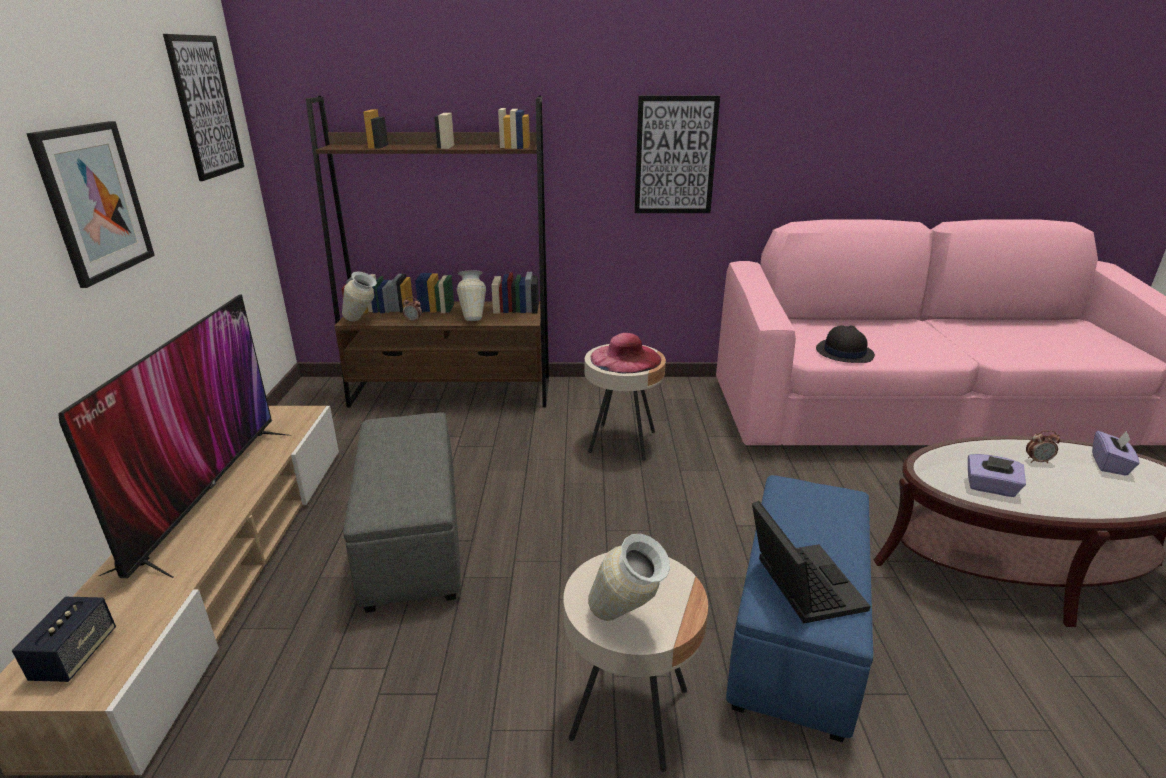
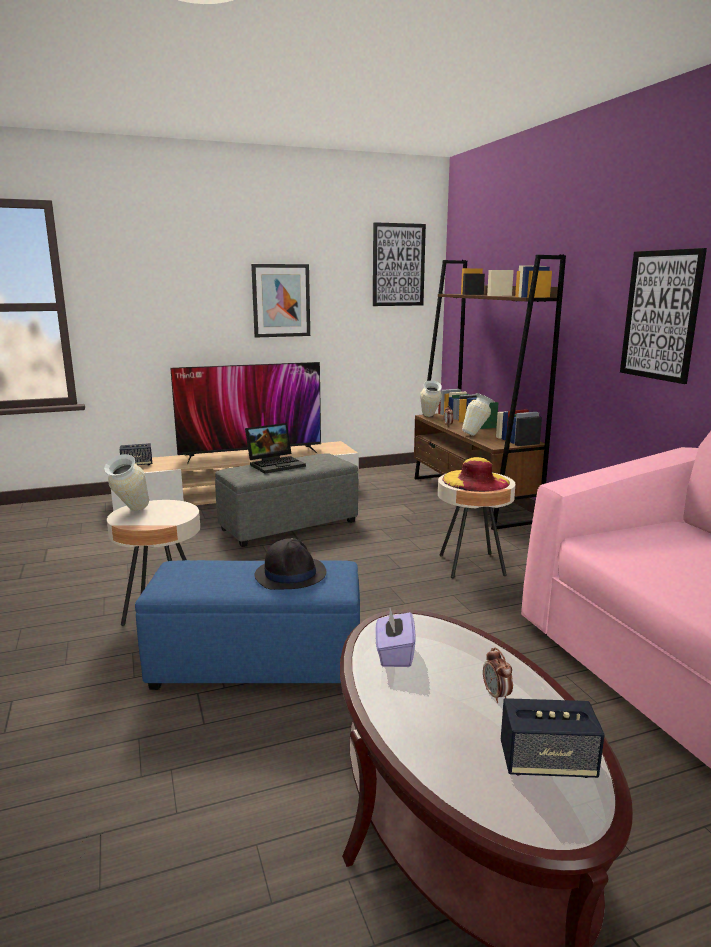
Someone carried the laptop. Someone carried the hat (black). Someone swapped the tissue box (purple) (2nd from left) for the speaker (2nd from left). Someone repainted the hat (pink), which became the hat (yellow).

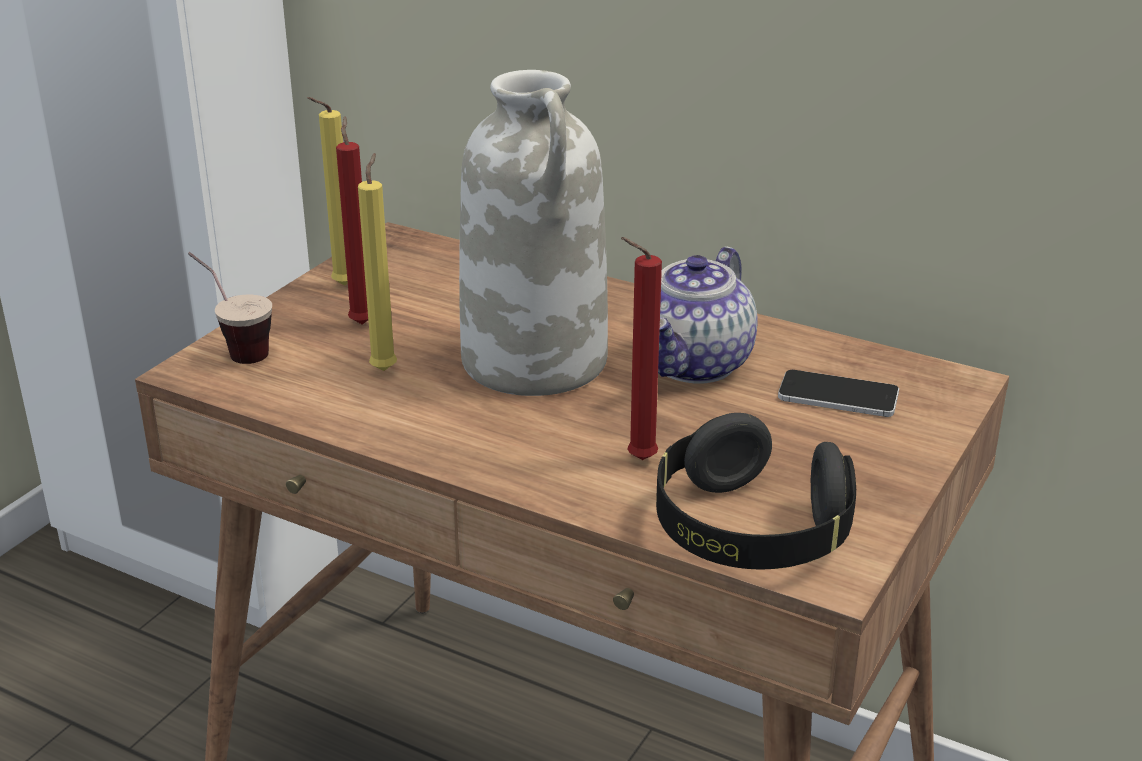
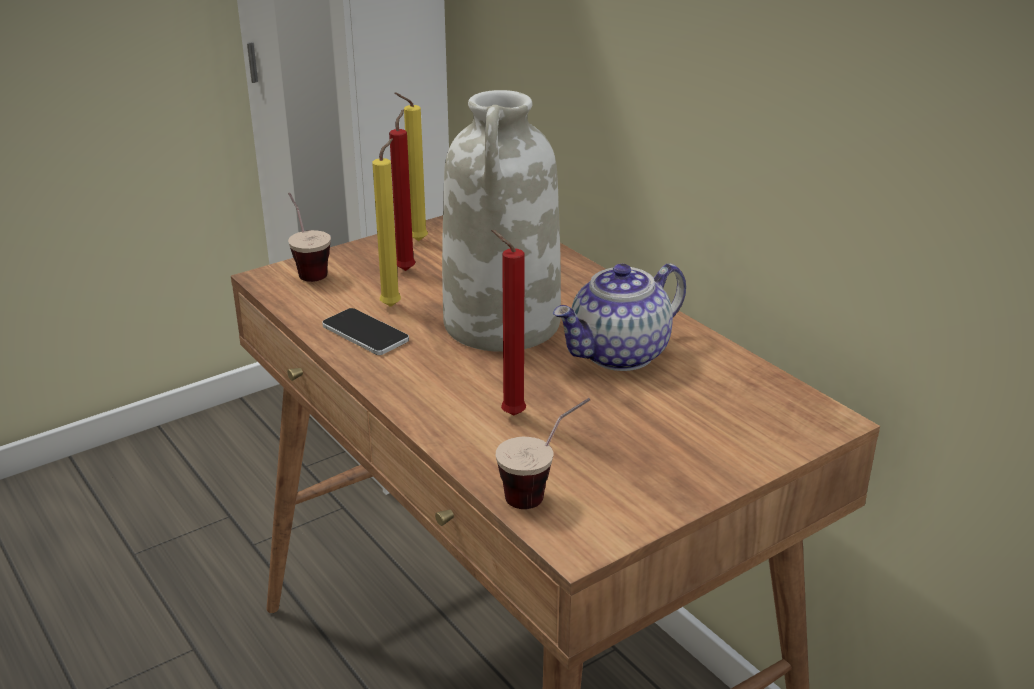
Someone carried the phone. Someone swapped the headphones (black) for the cup (2nd from left).

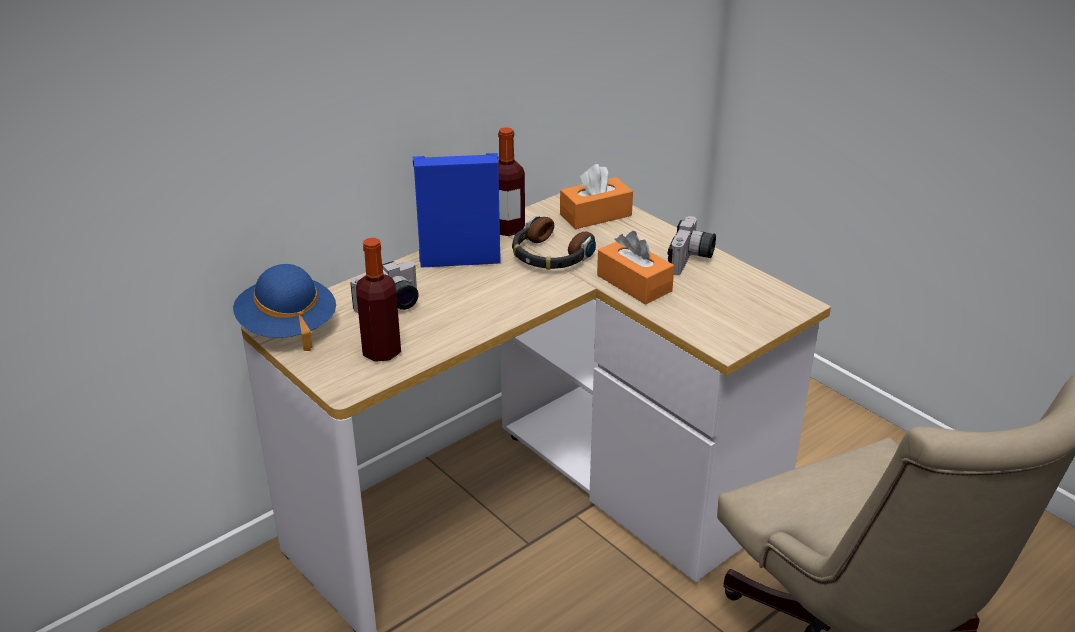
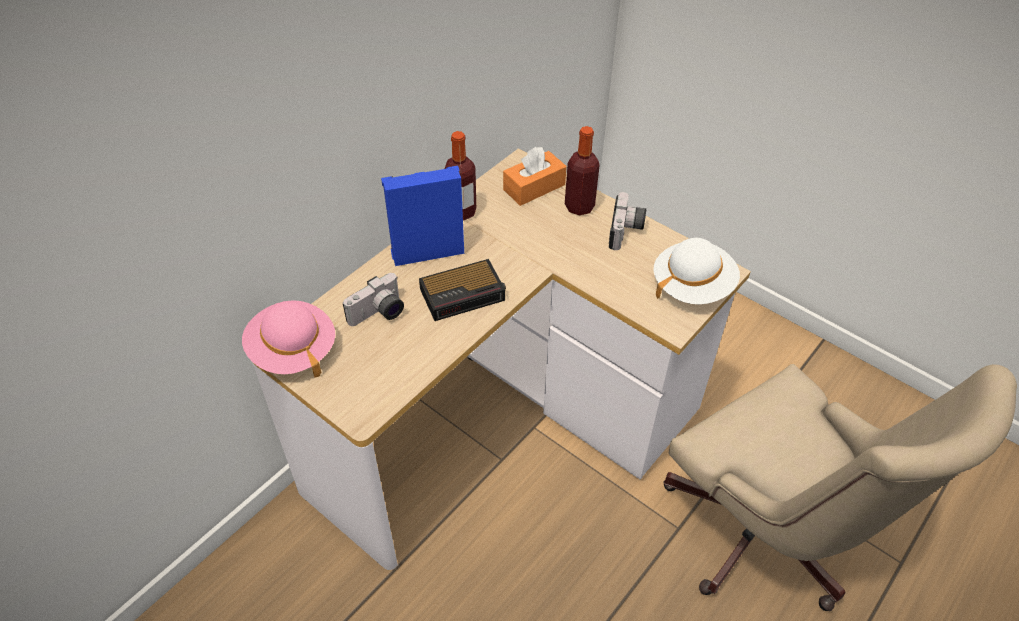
Someone took away the headphones. Someone took away the tissue box (orange) (2nd from left). Someone put down the alarm clock. Someone put down the hat (white). Someone carried the bottle (1st from left in the first image). Someone repainted the hat (blue), which became the hat (pink).

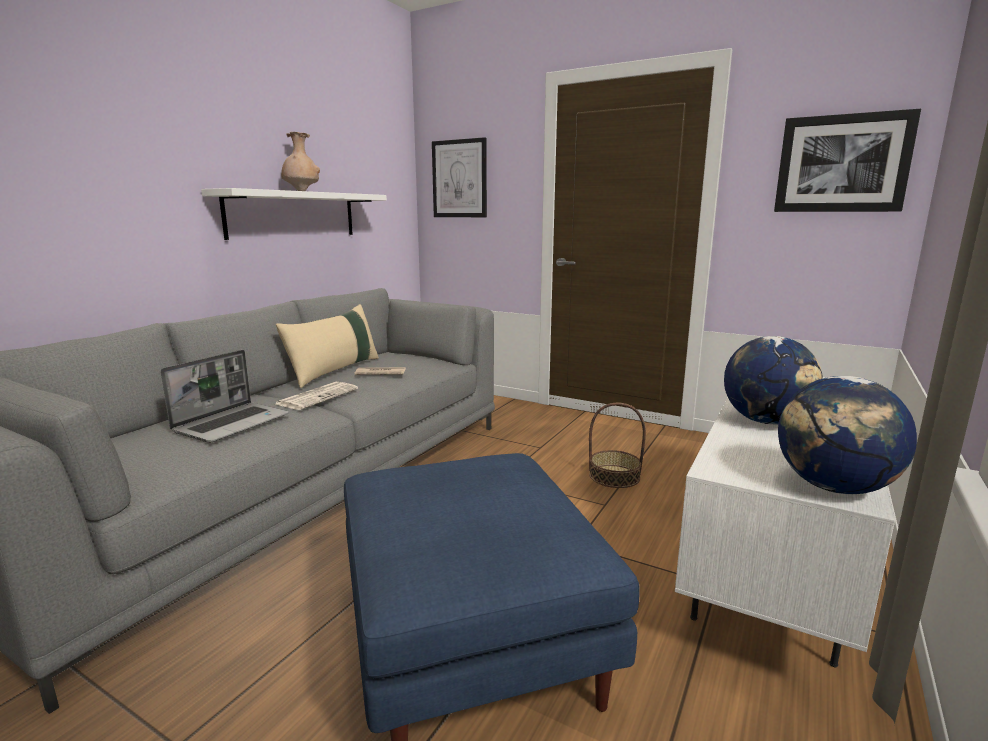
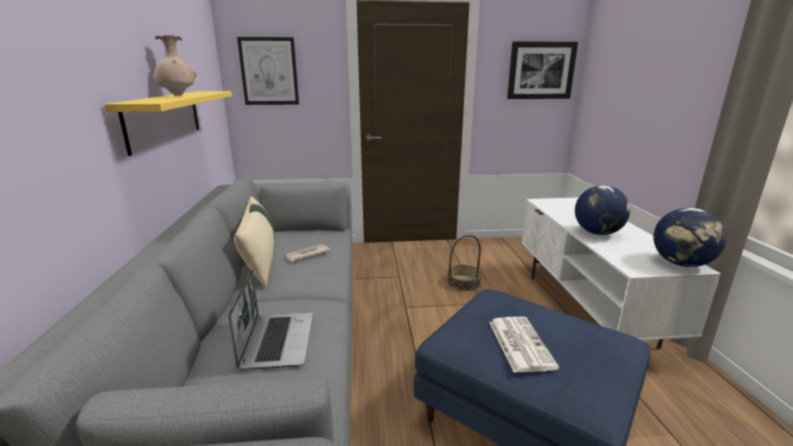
Someone carried the newspaper (1st from left in the first image). Someone repainted the shelf (white), which became the shelf (yellow).

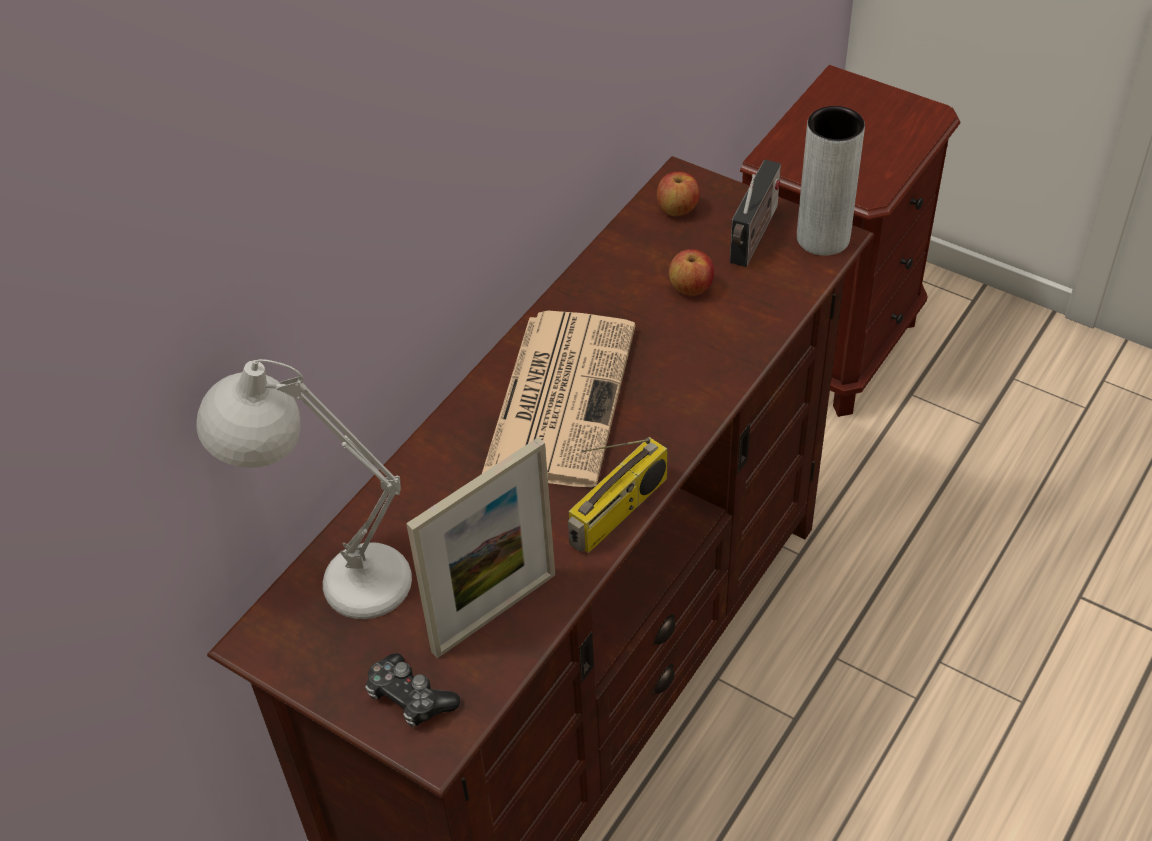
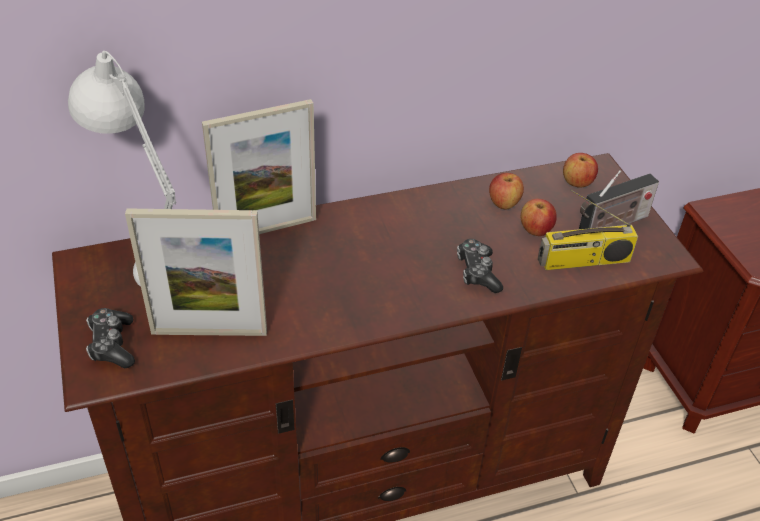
Someone took away the newspaper. Someone took away the vase (grey). Someone put down the picture frame (2nd from left). Someone put down the game controller (2nd from left). Someone put down the apple (1st from left). Someone carried the radio (1st from left).

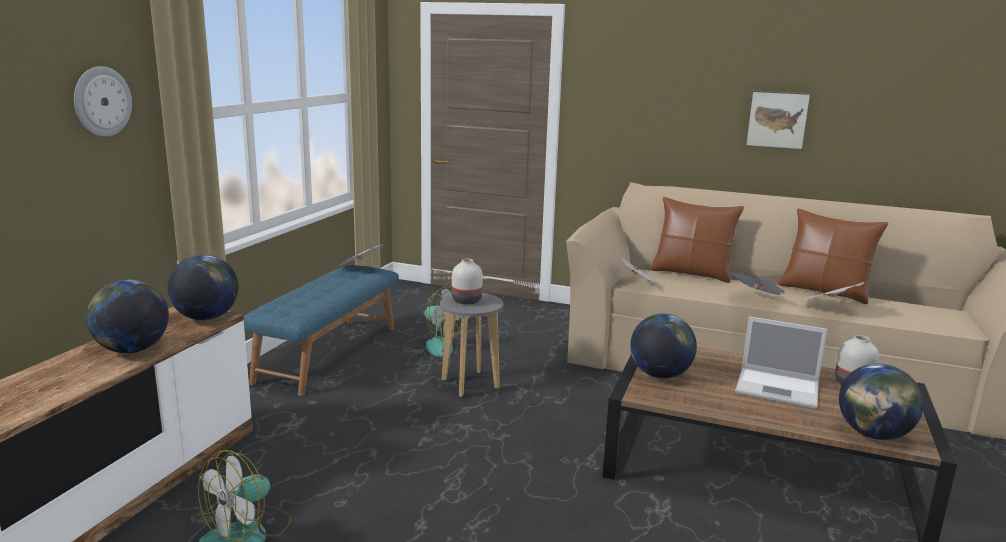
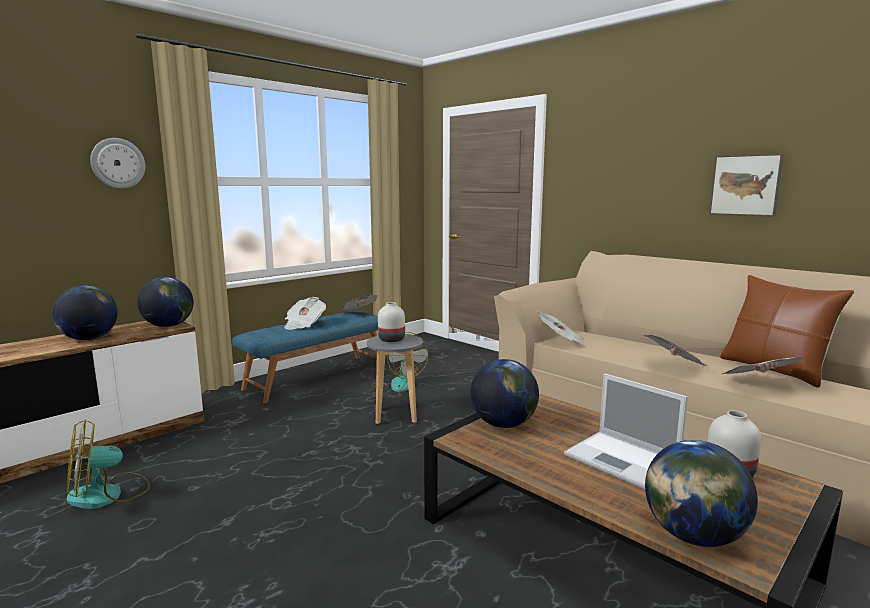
Someone took away the pillow (brown) (1st from left). Someone put down the newspaper (1st from left).

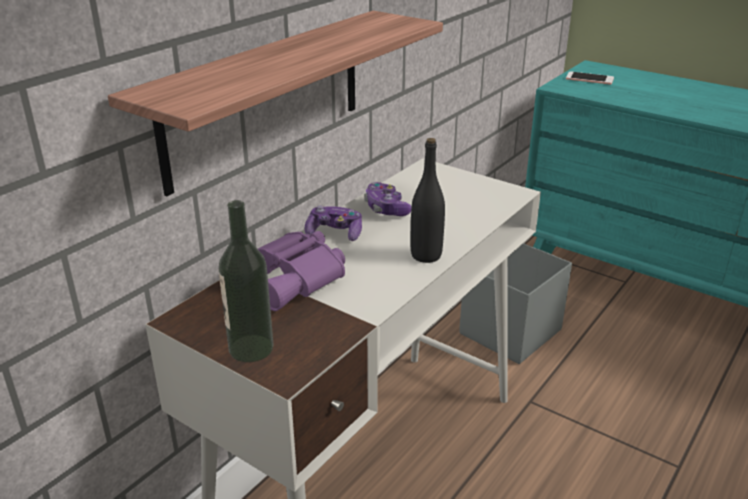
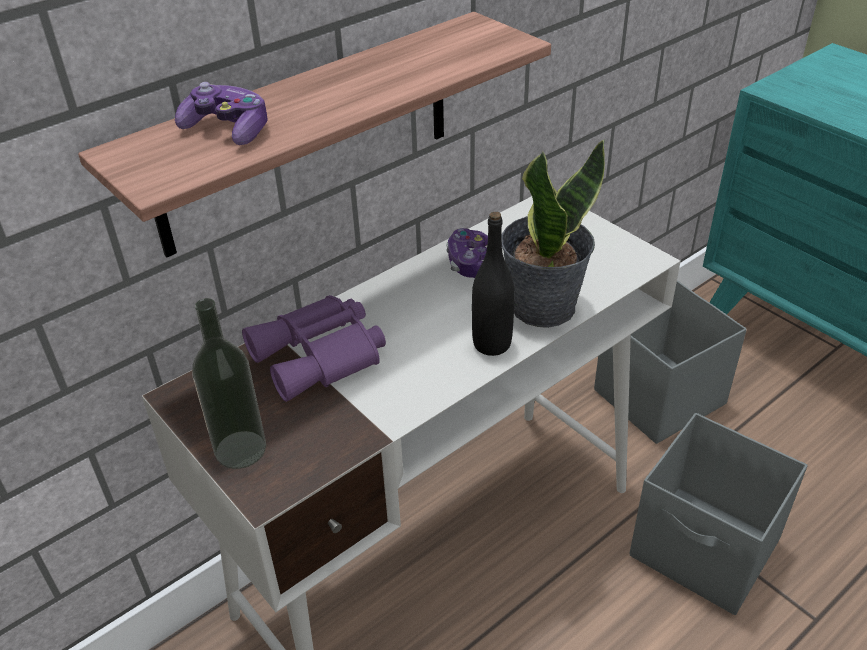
Someone took away the phone. Someone put down the potted plant. Someone put down the storage box (grey) (2nd from left). Someone carried the game controller (1st from left).

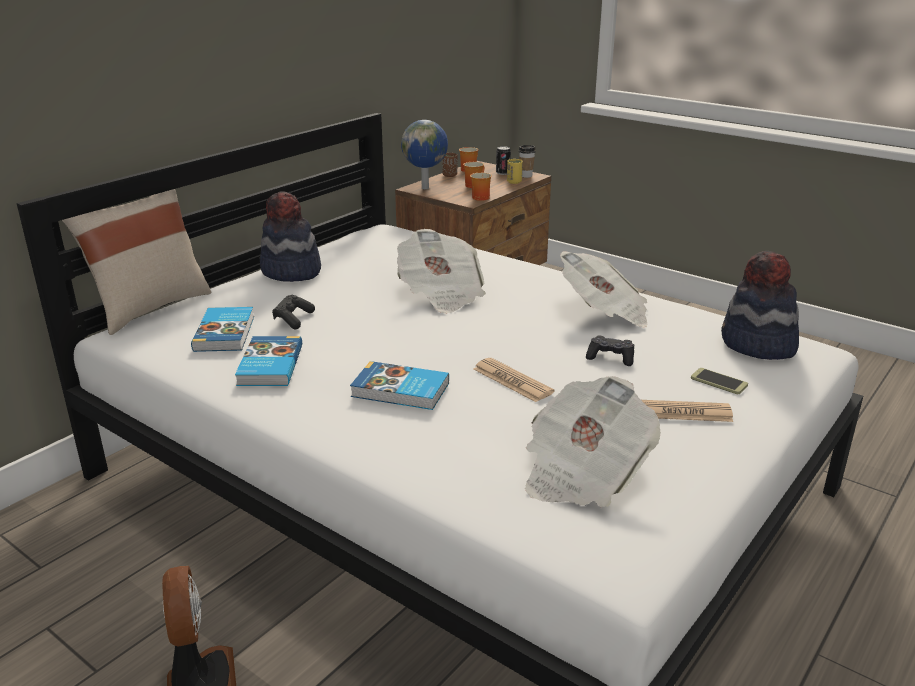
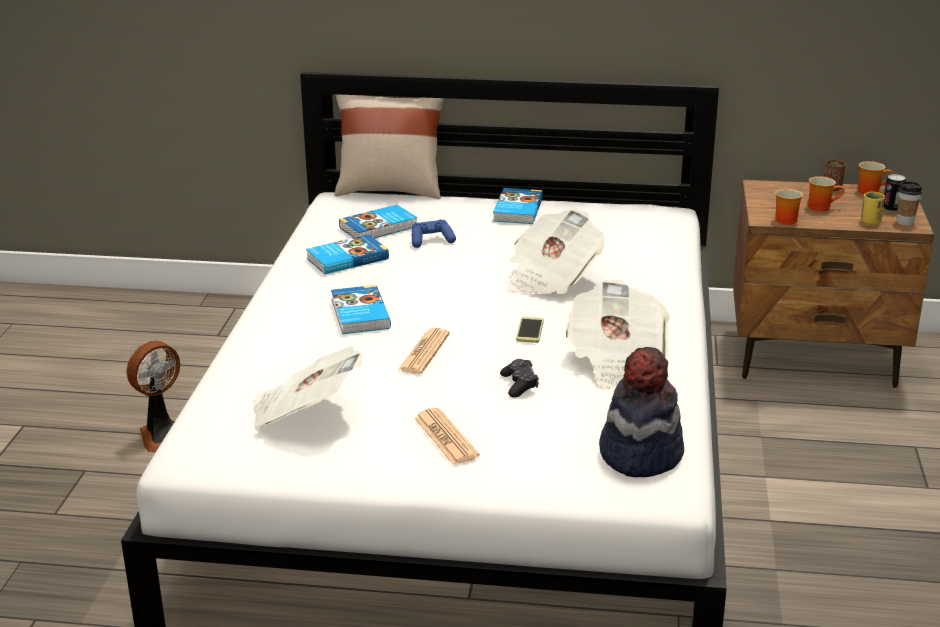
Someone took away the globe. Someone carried the phone. Someone swapped the hat (1st from left) for the book (4th from left). Someone repainted the game controller (black) (1st from left), which became the game controller (blue).

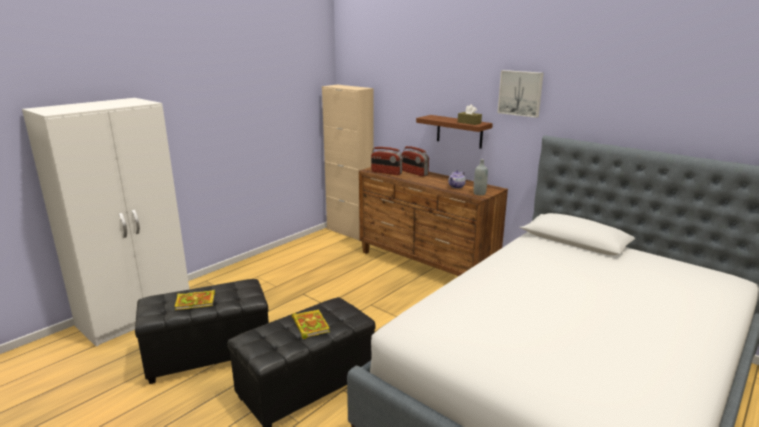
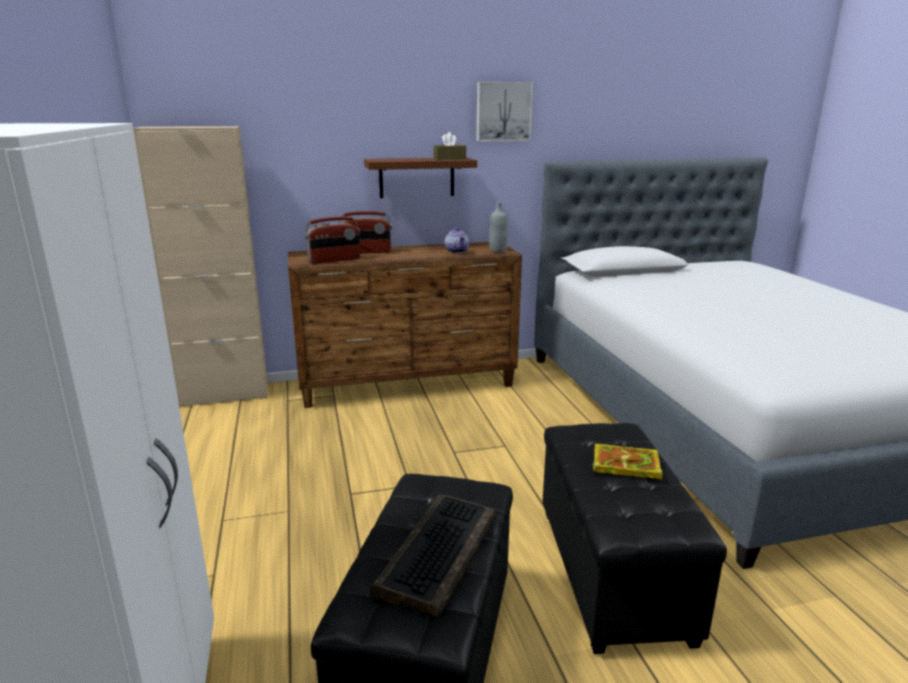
Someone swapped the book (1st from left) for the keyboard.

